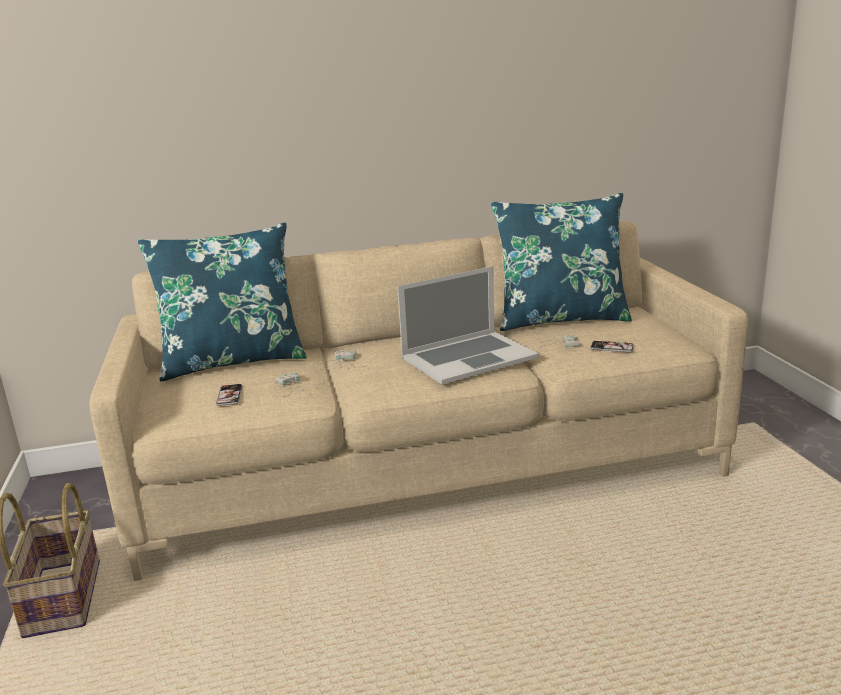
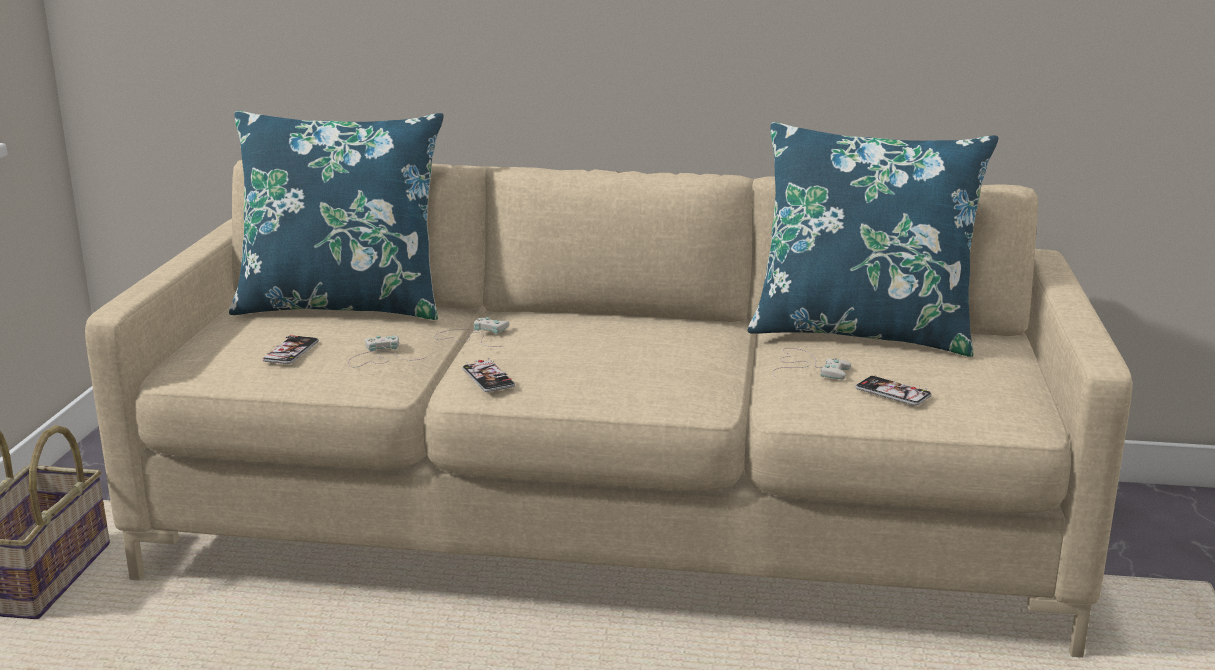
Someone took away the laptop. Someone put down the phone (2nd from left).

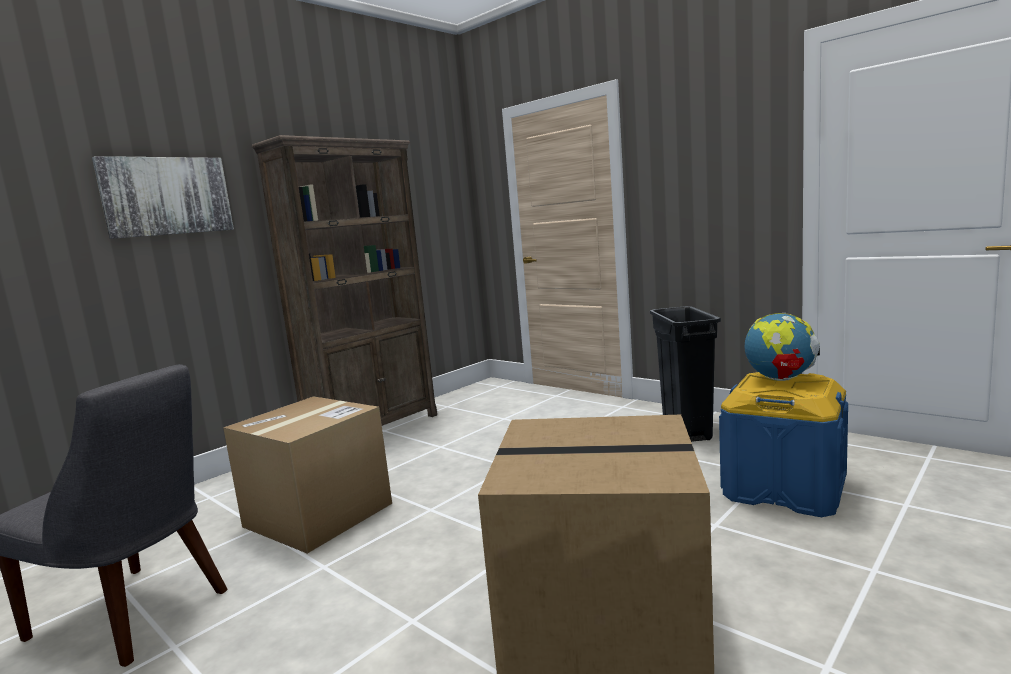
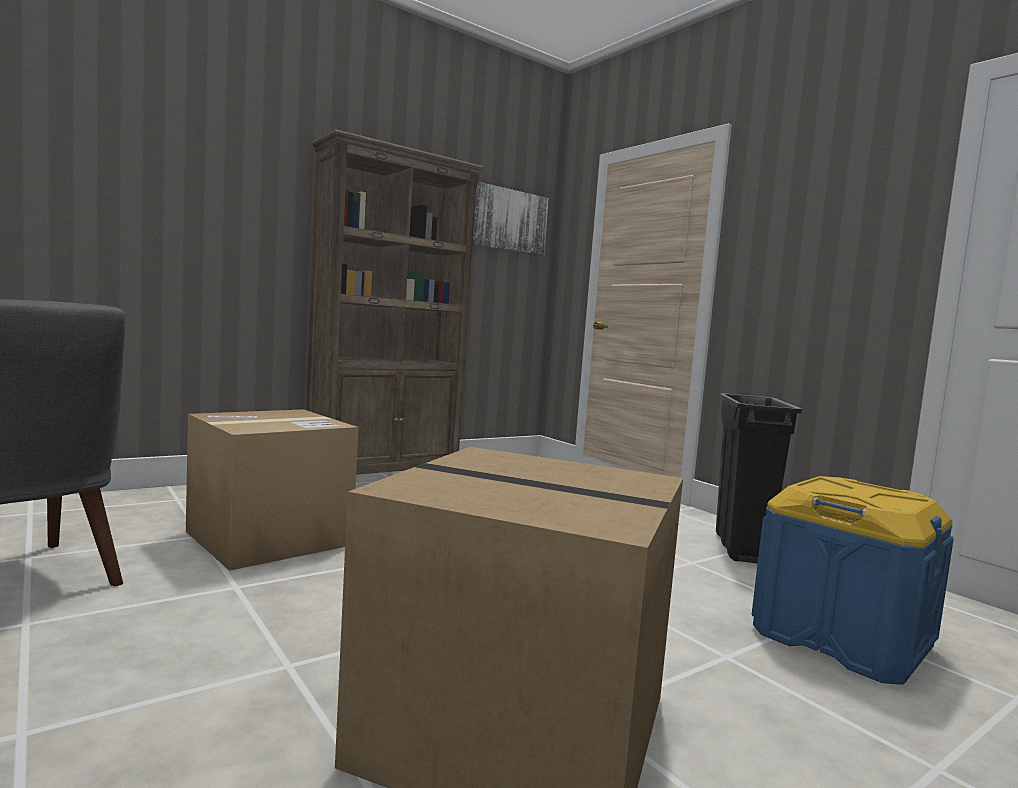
Someone took away the globe. Someone carried the picture.

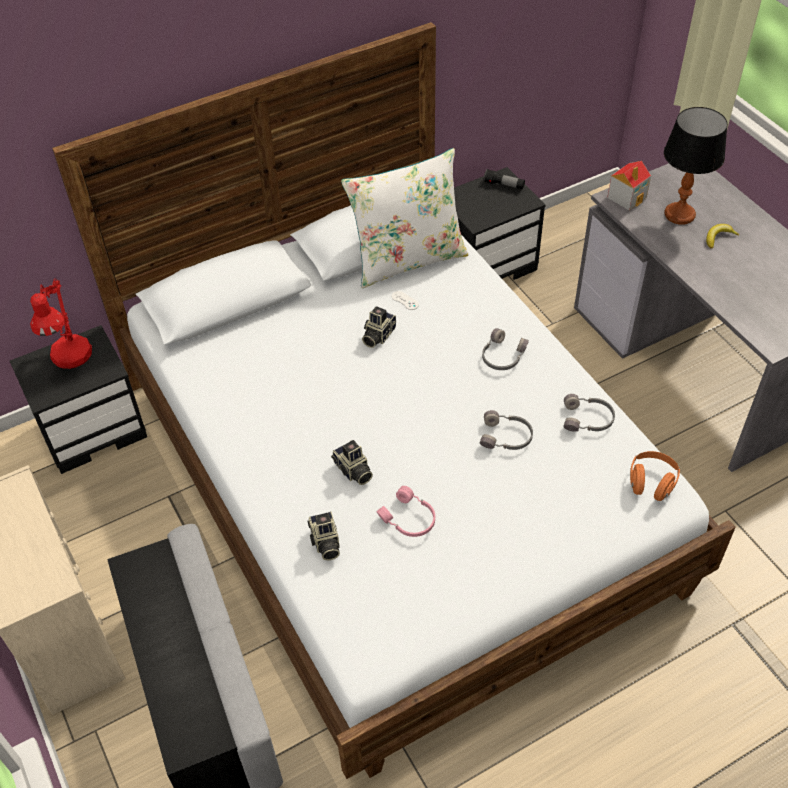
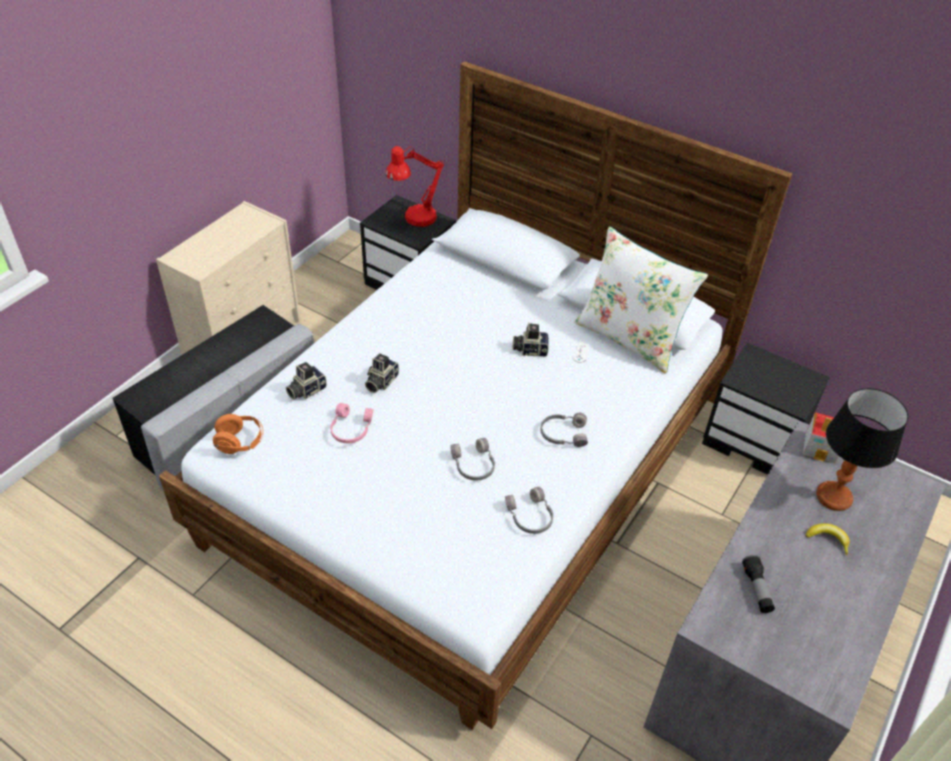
Someone carried the flashlight. Someone carried the headphones (orange).

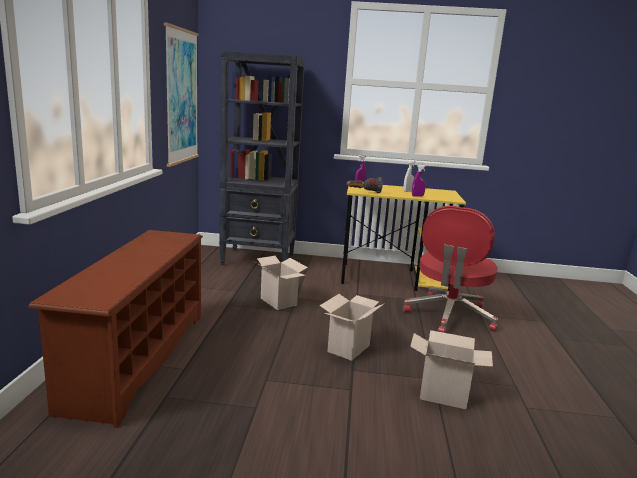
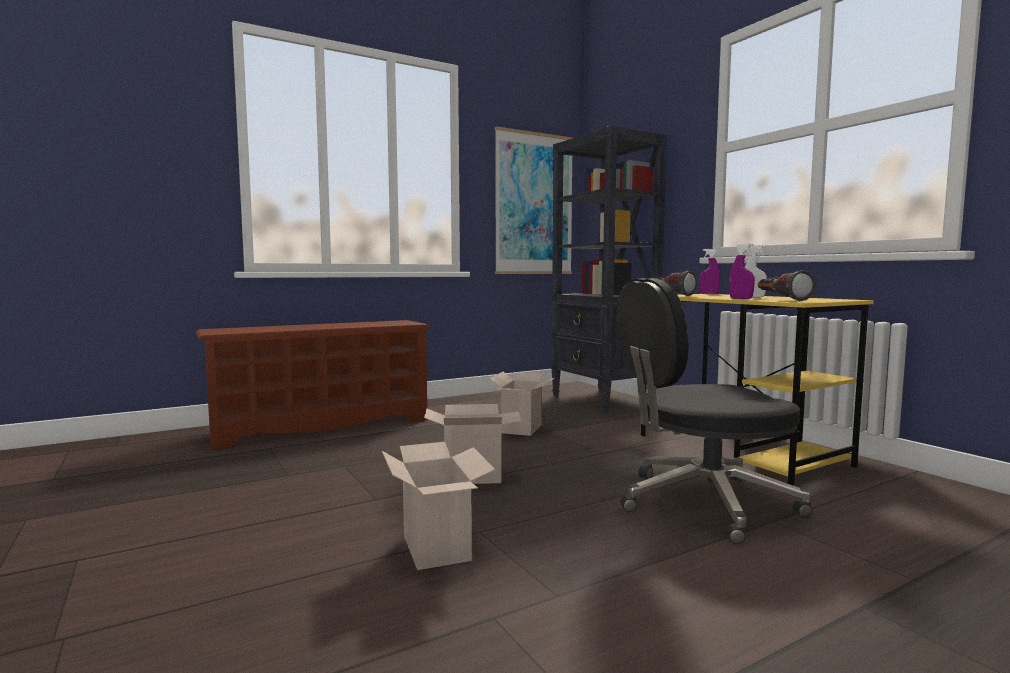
Someone put down the flashlight (2nd from left). Someone repainted the office chair (red), which became the office chair (black).

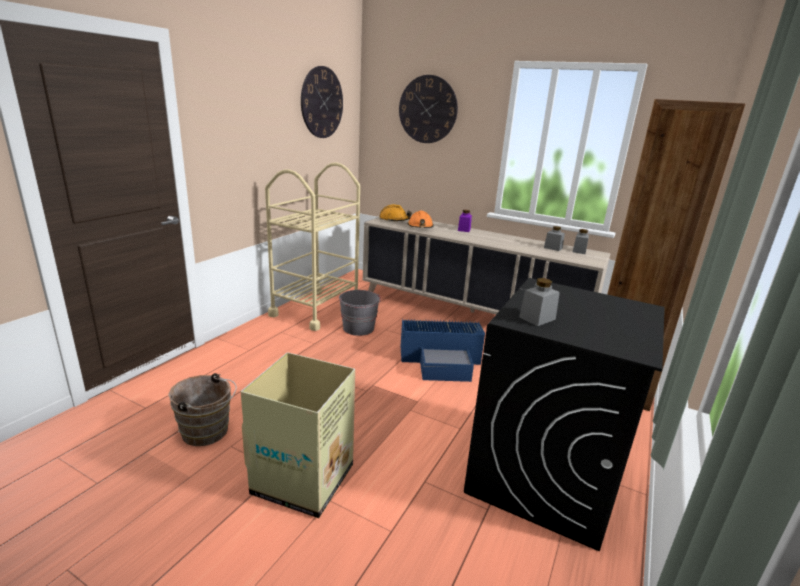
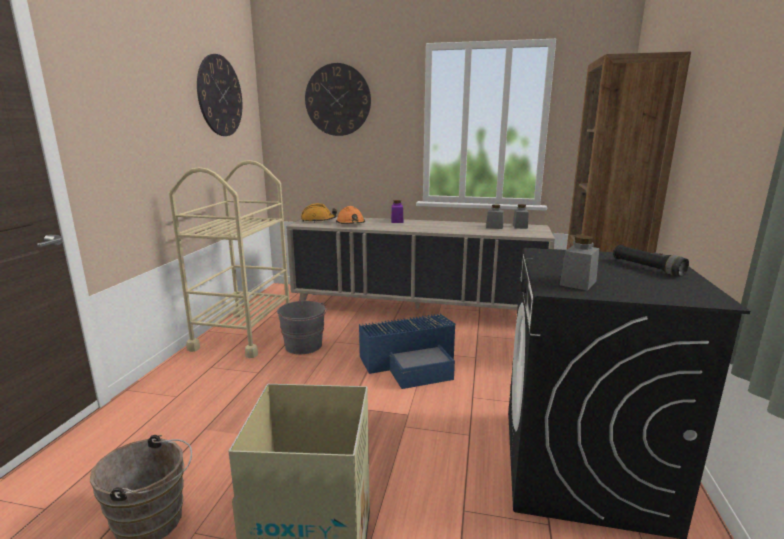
Someone put down the flashlight (black).

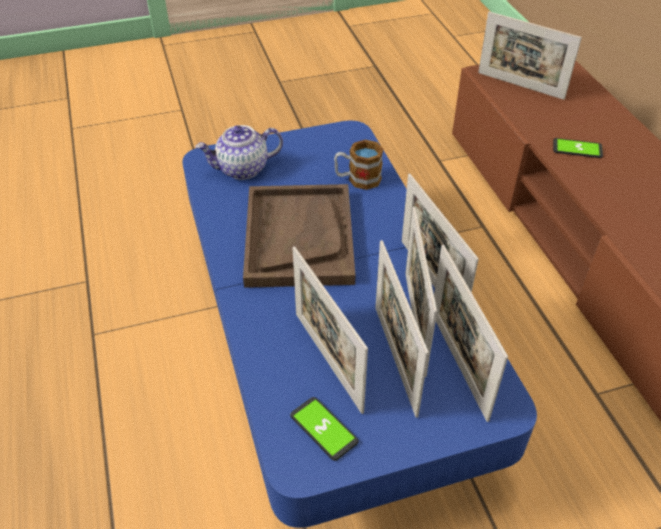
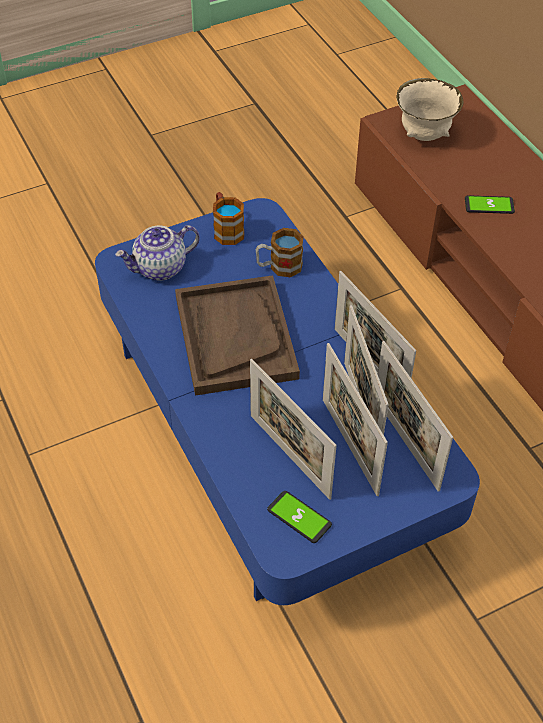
Someone put down the mug (1st from left). Someone swapped the picture frame (6th from left) for the bowl (beige).

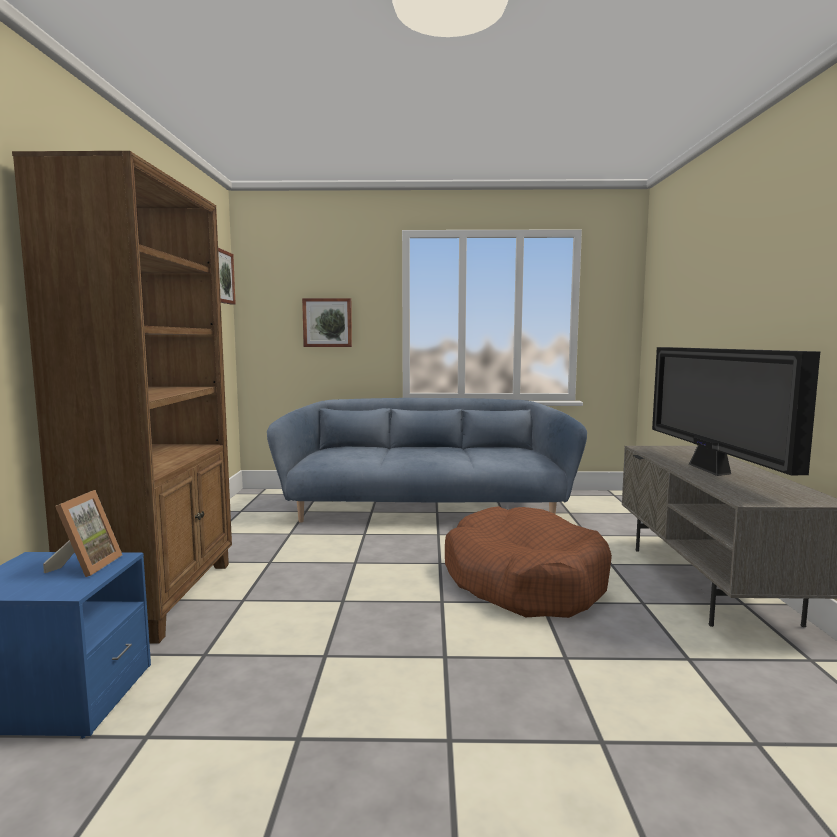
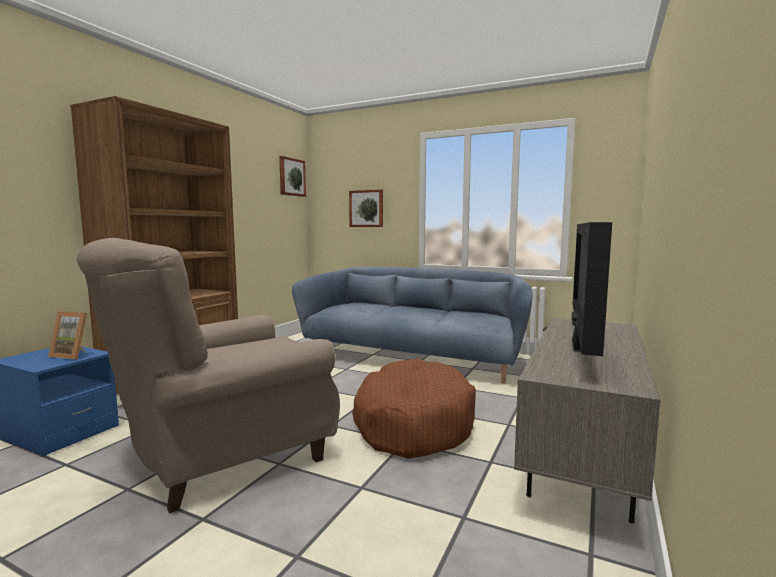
Someone put down the armchair (beige). Someone rotated the picture frame by 75 degrees clockwise.

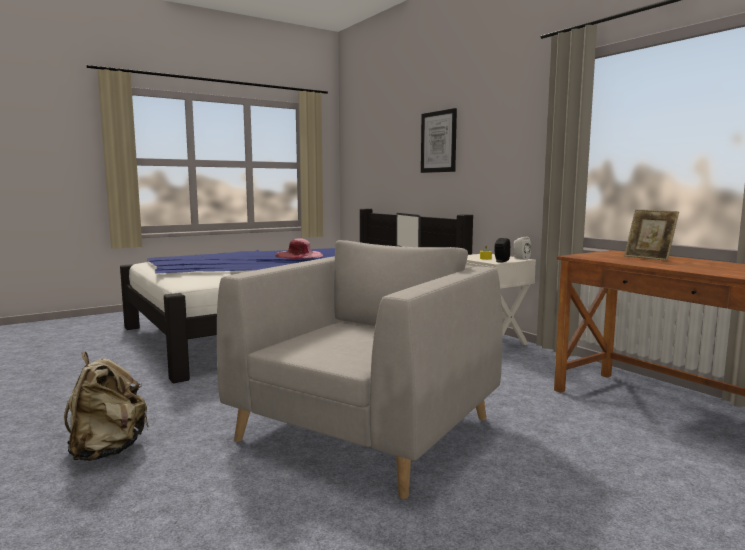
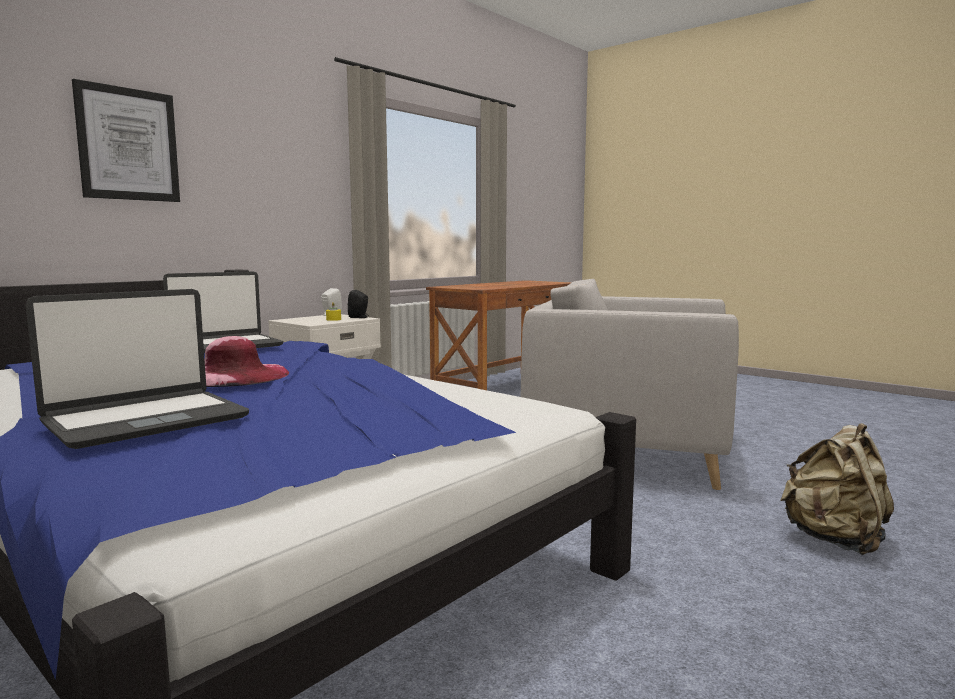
Someone took away the picture frame. Someone put down the laptop (1st from left).

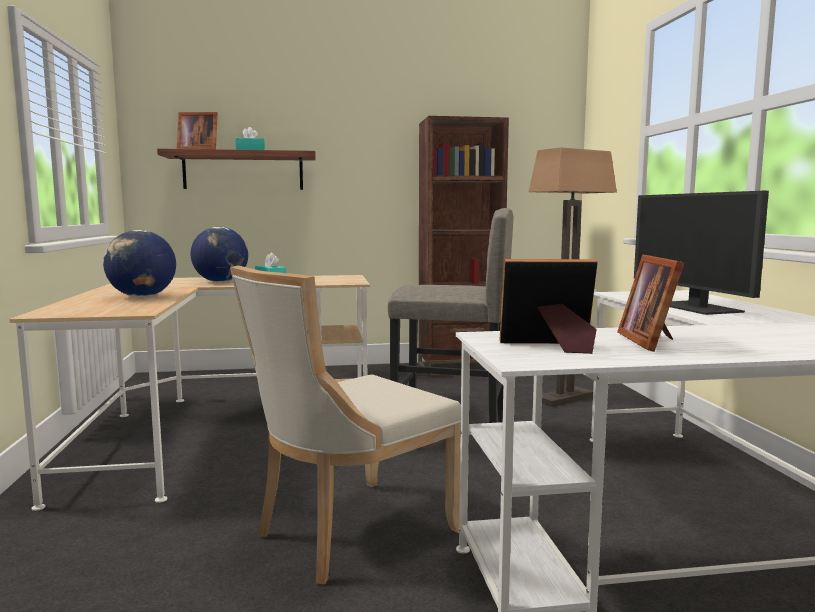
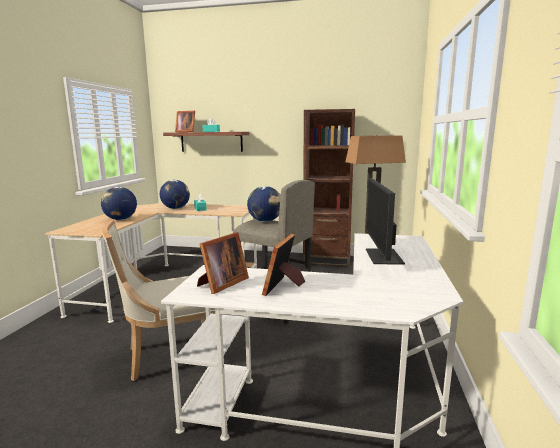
Someone put down the globe (3rd from left). Someone rotated the picture frame (2nd from left) by 105 degrees clockwise.

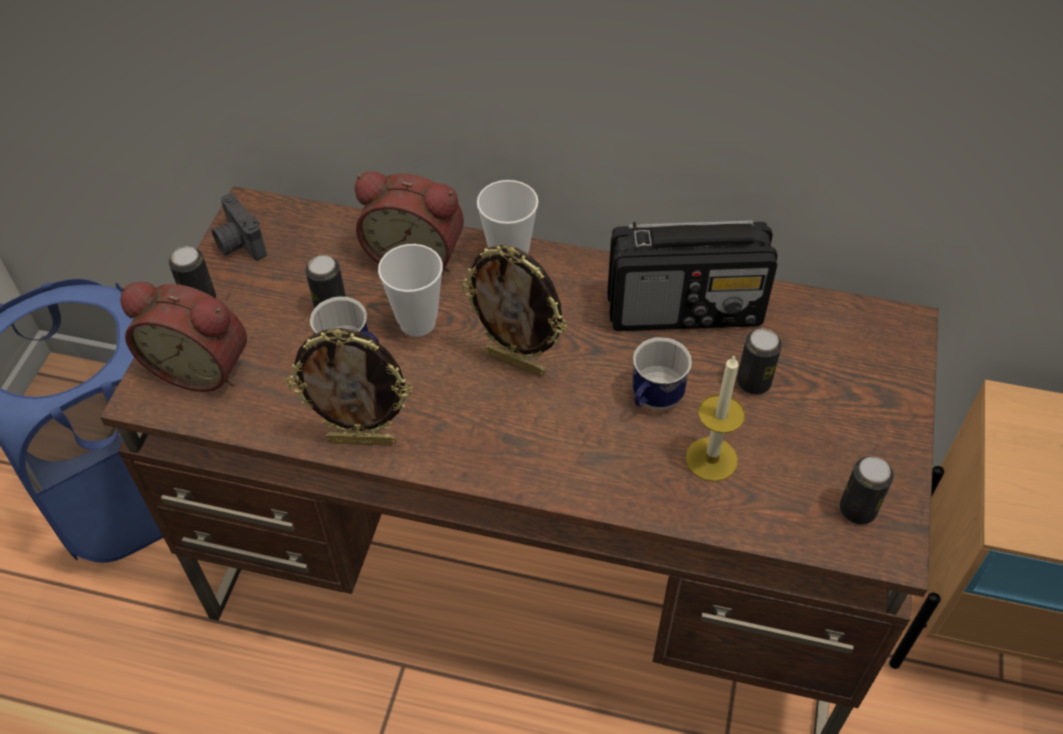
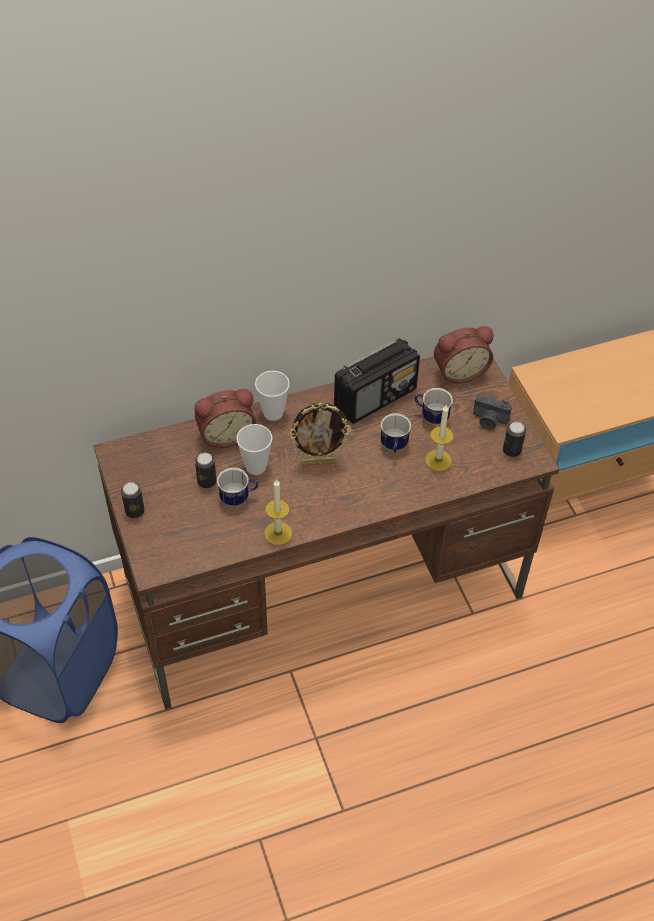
Someone carried the alarm clock (1st from left in the first image). Someone carried the photo camera. Someone swapped the picture frame (1st from left) for the candle (1st from left). Someone swapped the can (3rd from left) for the mug (3rd from left).

